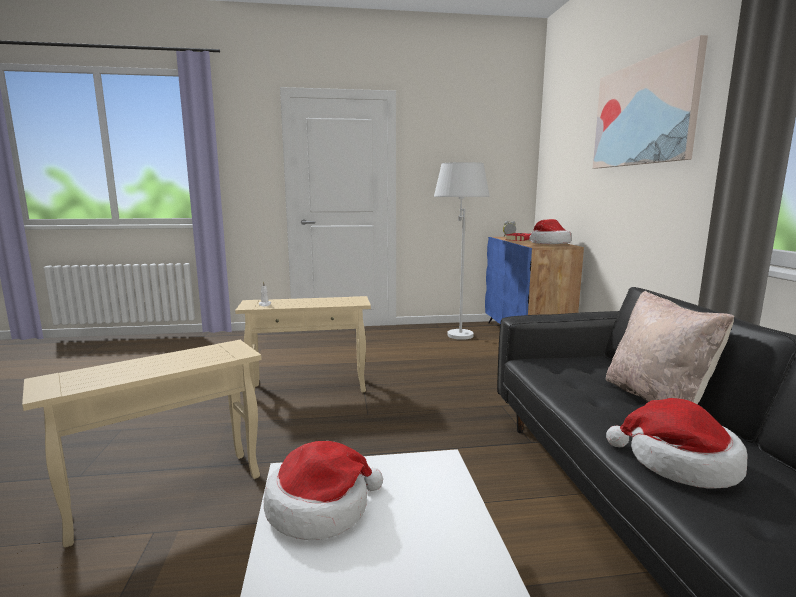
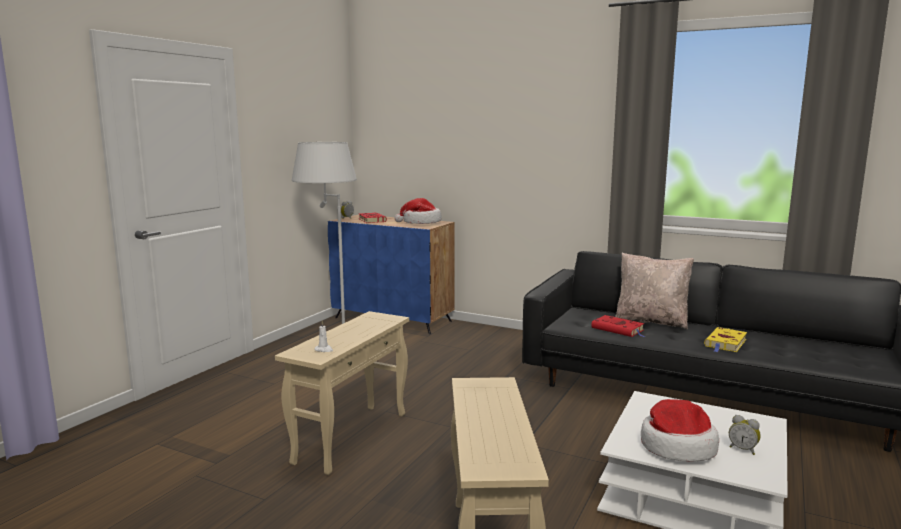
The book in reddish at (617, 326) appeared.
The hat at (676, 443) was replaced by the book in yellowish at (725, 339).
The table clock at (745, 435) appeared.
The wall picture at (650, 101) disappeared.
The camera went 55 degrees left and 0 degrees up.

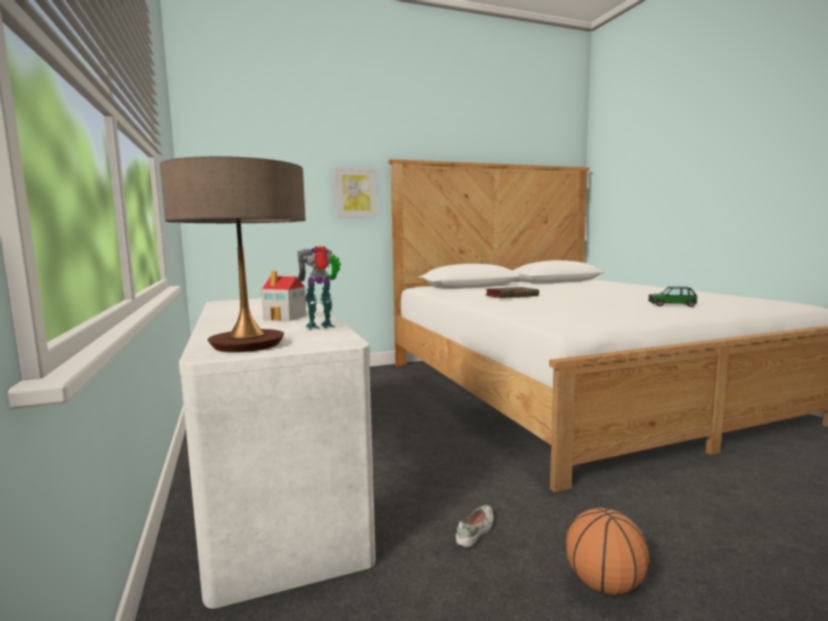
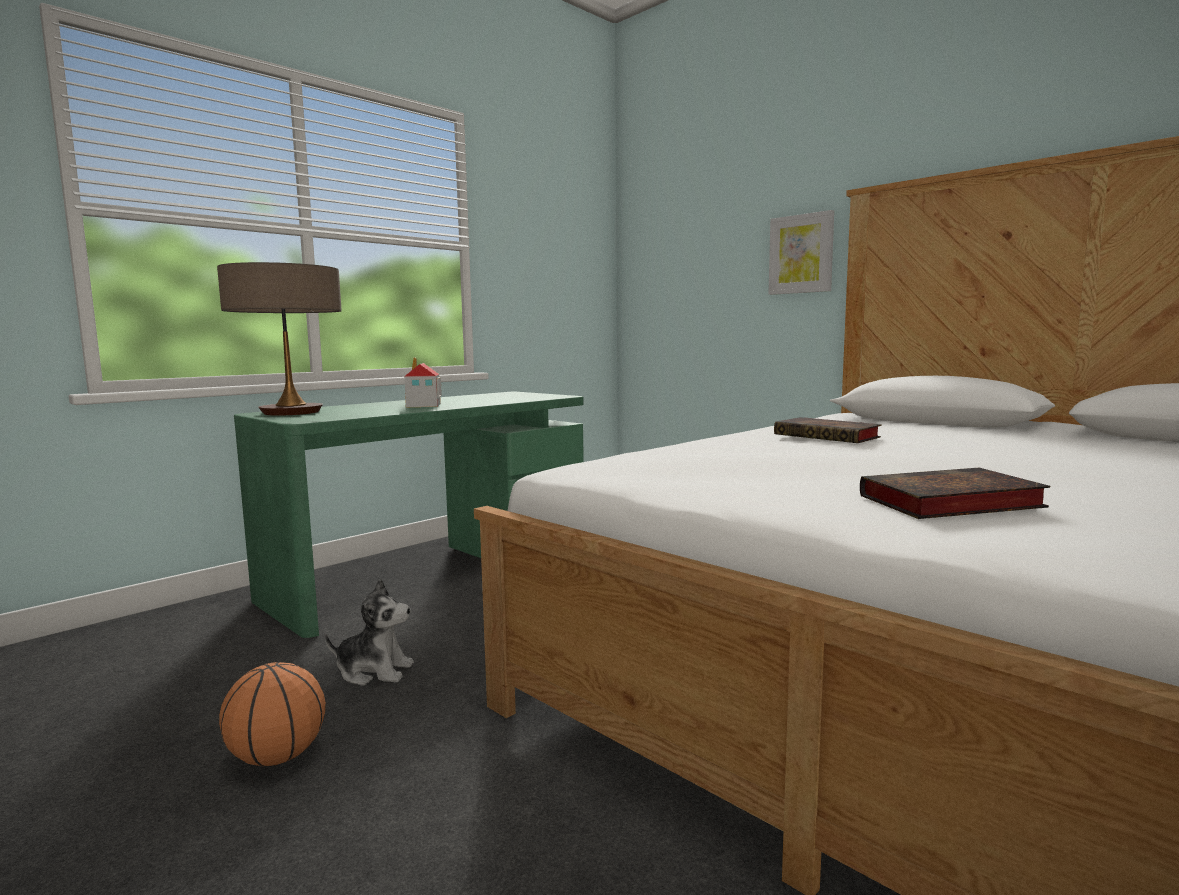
The desk unit in white-coloured at (277, 452) became the desk unit in greenish at (409, 515).
The shoe in white-coloured at (474, 526) was replaced by the plush toy at (369, 632).
The miniature car at (673, 296) was replaced by the book at (955, 493).
The model robot at (319, 288) disappeared.
The camera went 65 degrees right and 0 degrees up.

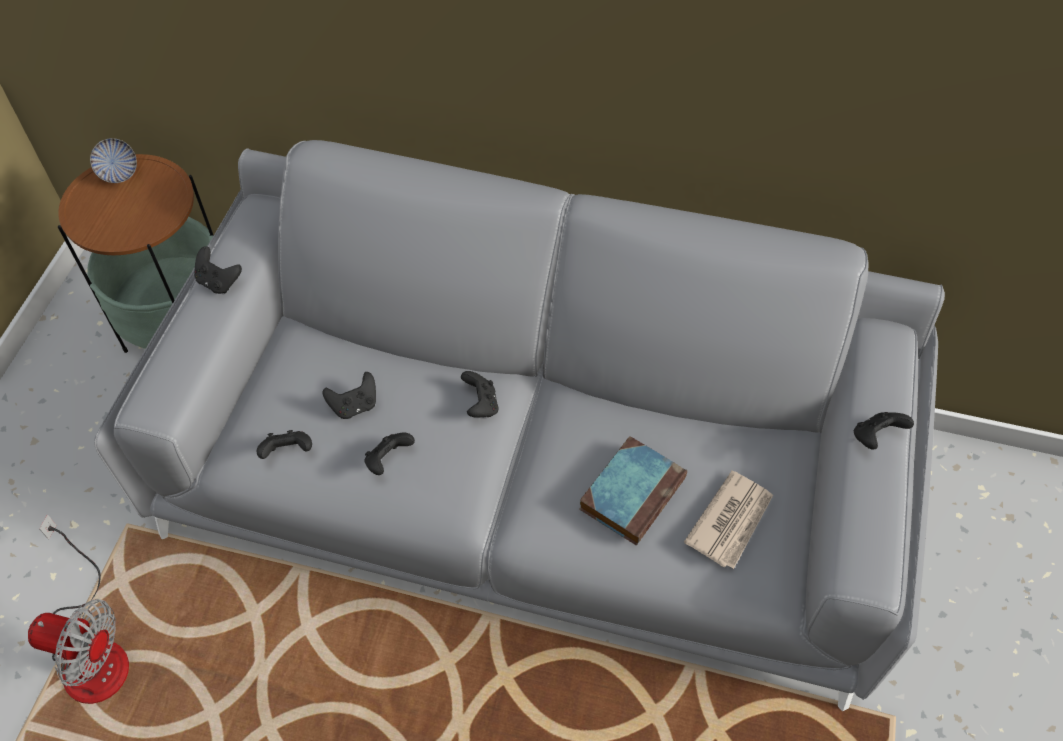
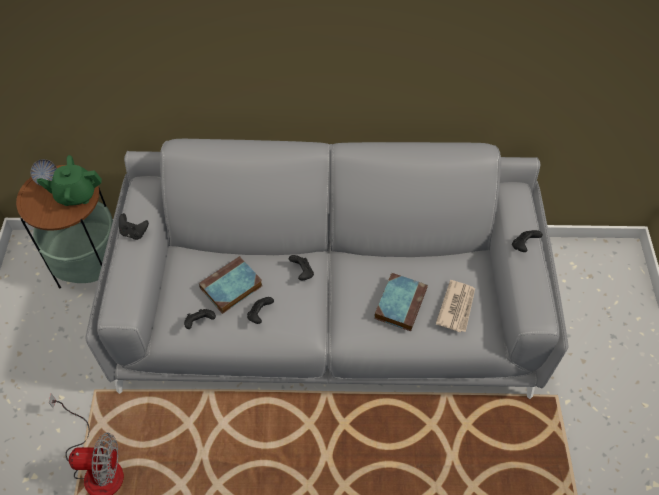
The teapot in greenish at (69, 180) appeared.
The joypad in black-coloured at (349, 395) was replaced by the book at (231, 285).
The camera went 15 degrees left and 0 degrees up.

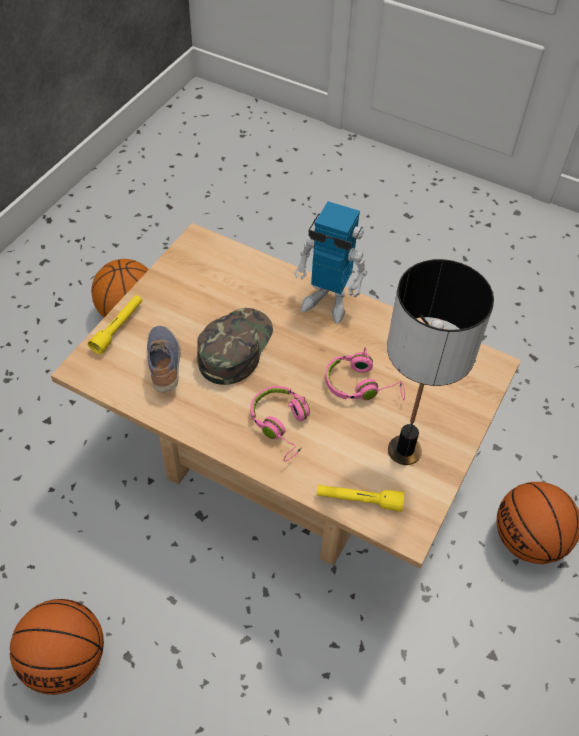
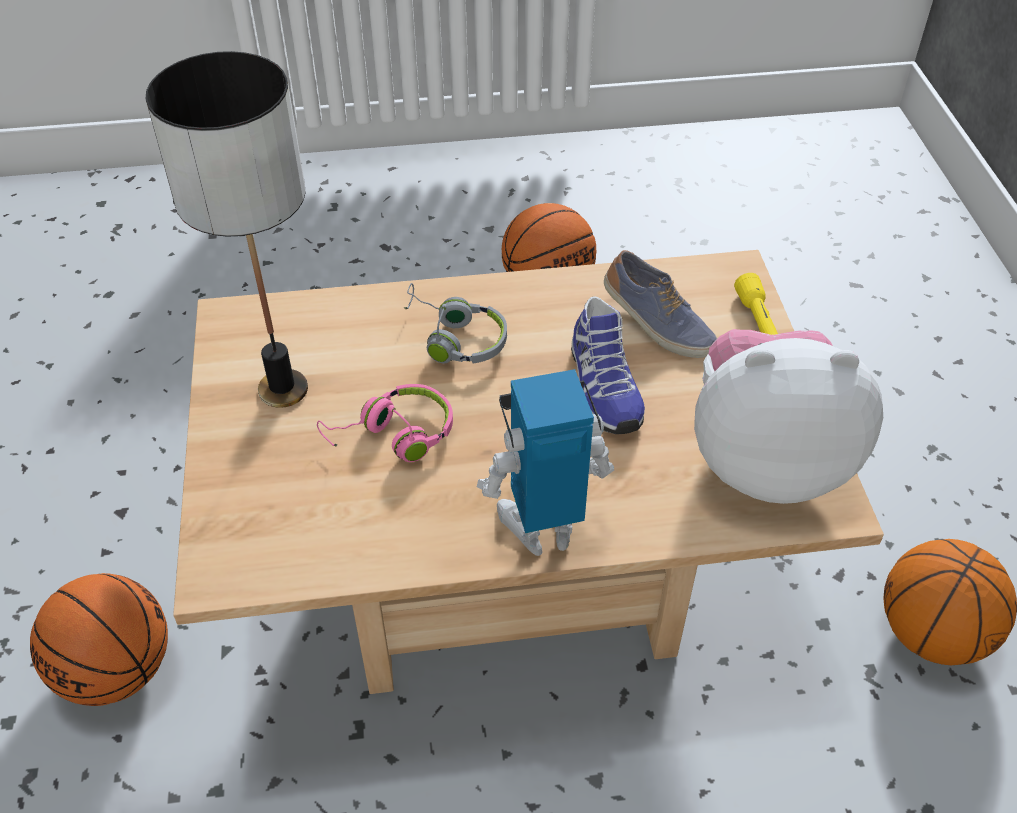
The headphones in pinkish at (280, 424) became the headphones in gray at (455, 323).
The cap in greenish at (235, 346) was replaced by the shoe at (608, 365).
The plush toy at (788, 416) appeared.
The torch in yellowish at (360, 498) disappeared.
The camera went 145 degrees right and 5 degrees down.

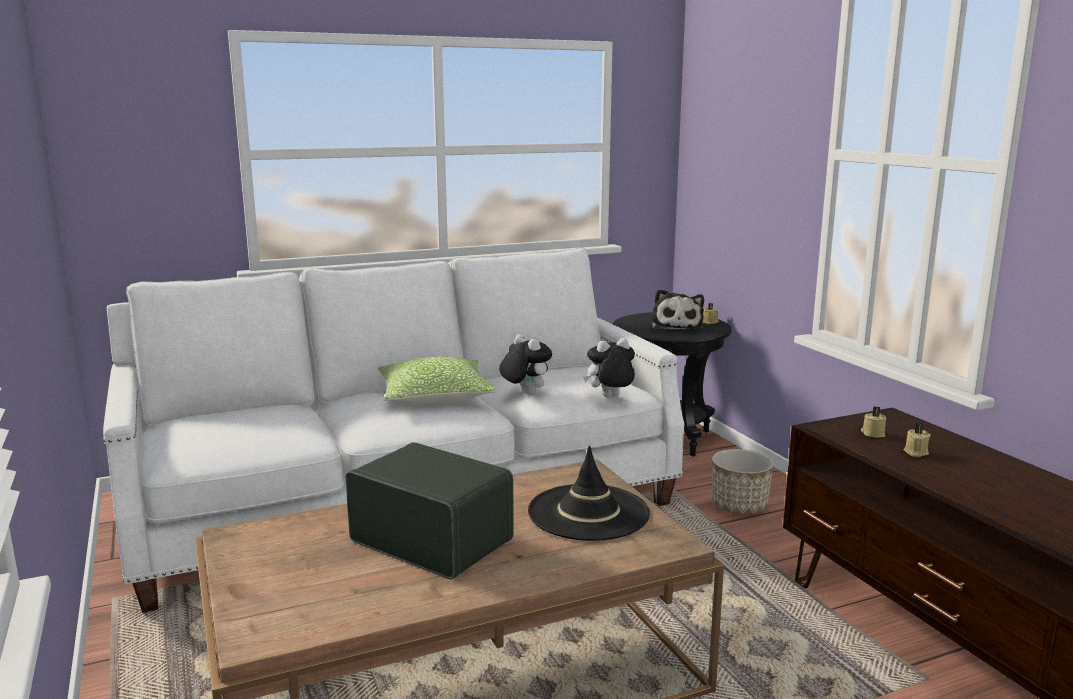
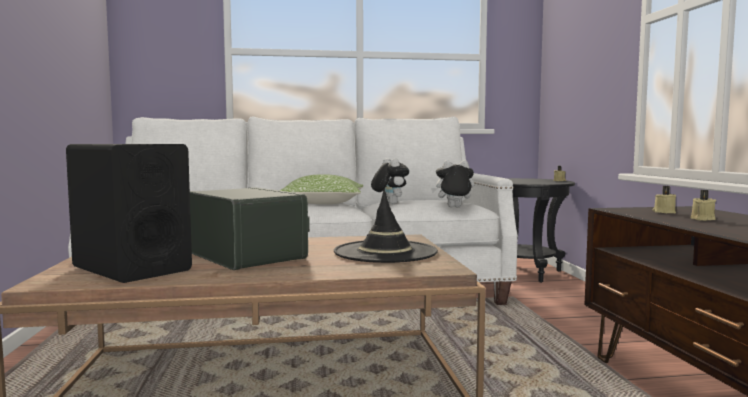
The speaker in black-coloured at (129, 213) appeared.
The plush toy at (678, 309) disappeared.
The planter at (743, 481) disappeared.
The camera went 15 degrees right and 10 degrees down.

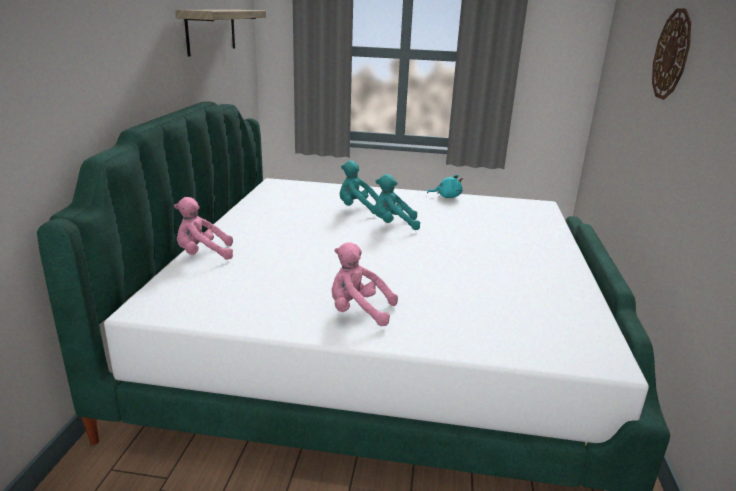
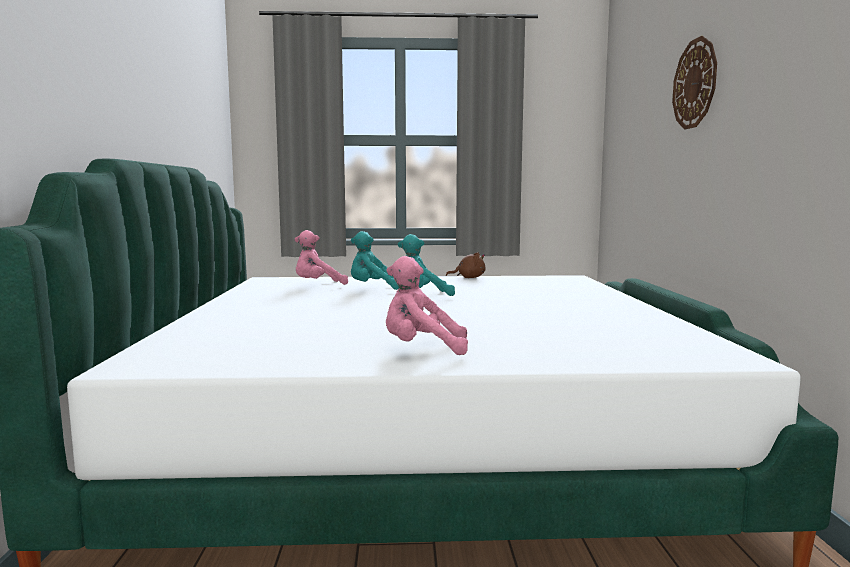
The plush toy in pinkish moved from (203, 228) to (321, 257).
The plush toy in turquoise-coloured at (445, 186) became the plush toy in brown at (466, 265).
The wall shelf at (221, 33) disappeared.
The camera went 10 degrees left and 15 degrees down.

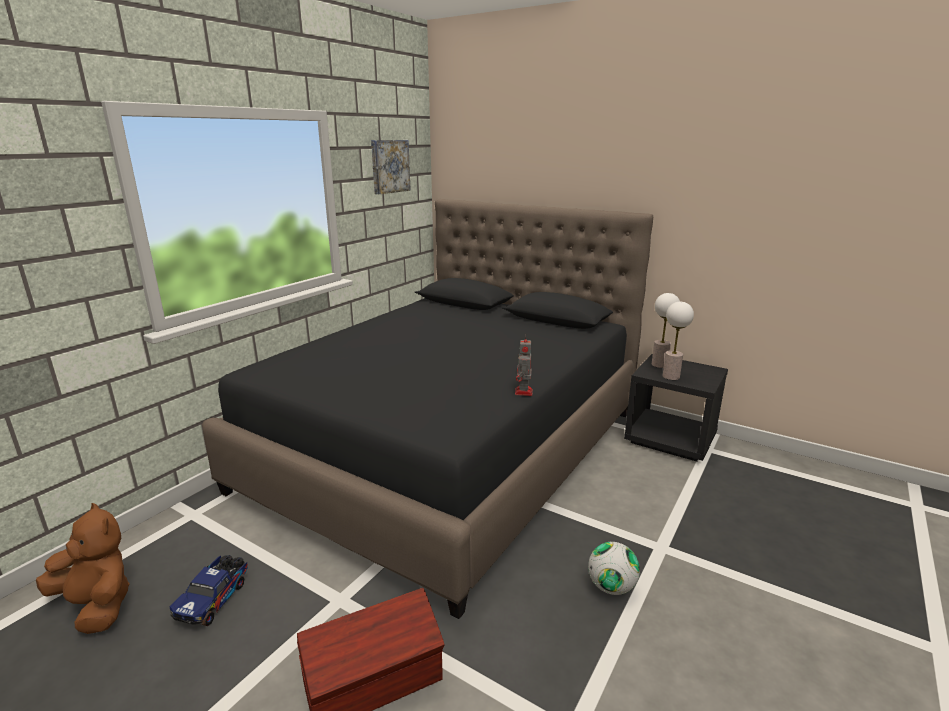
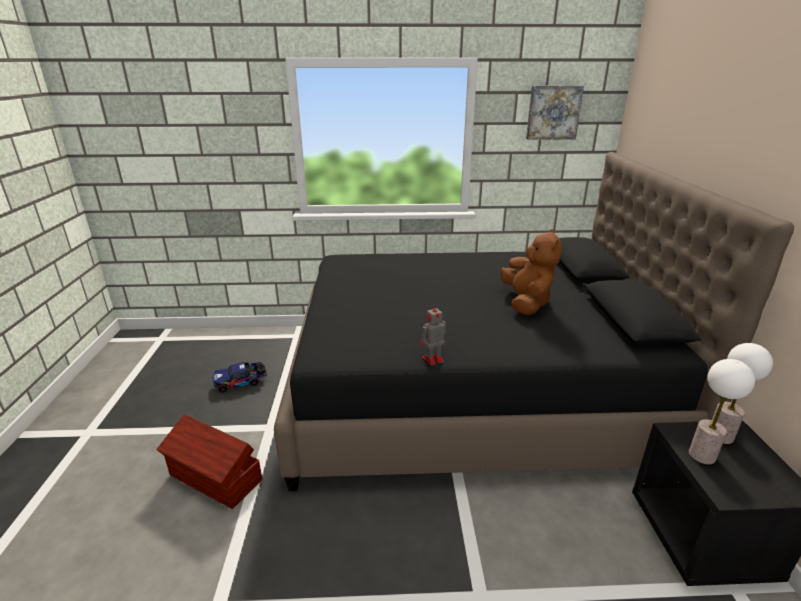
The plush toy in brown moved from (83, 568) to (531, 272).
The ball for football at (614, 568) disappeared.
The camera went 55 degrees right and 5 degrees up.

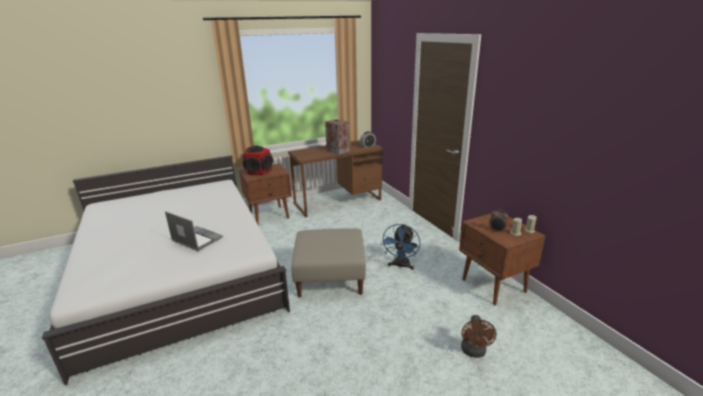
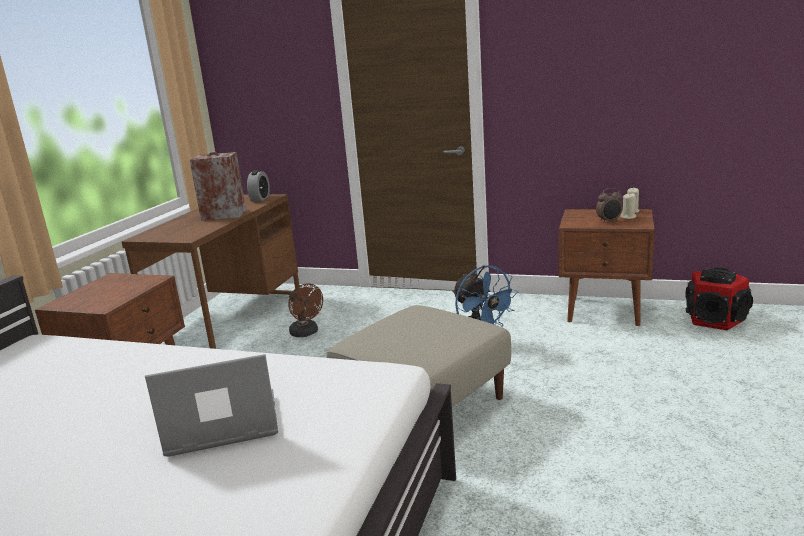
The electric fan in brown moved from (478, 336) to (305, 310).
The speaker moved from (257, 160) to (719, 299).
The camera went 45 degrees left and 5 degrees down.

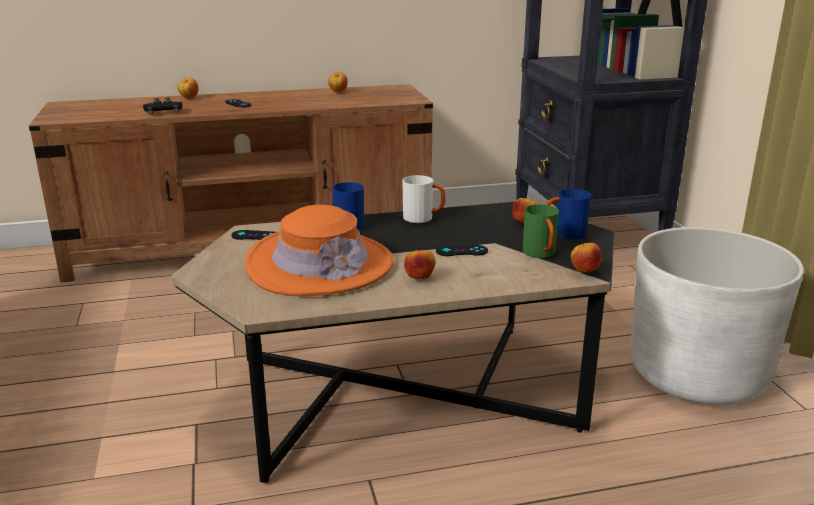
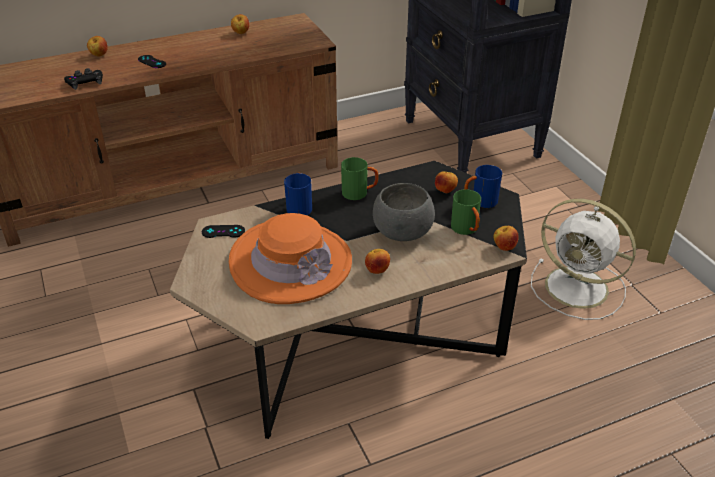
The tea mug in white-coloured at (424, 199) became the tea mug in greenish at (360, 178).
The joypad in black-coloured at (462, 250) was replaced by the deep dish in gray at (404, 212).
The planter in white-coloured at (717, 316) was replaced by the electric fan in white-coloured at (583, 259).
The camera went 10 degrees left and 15 degrees up.

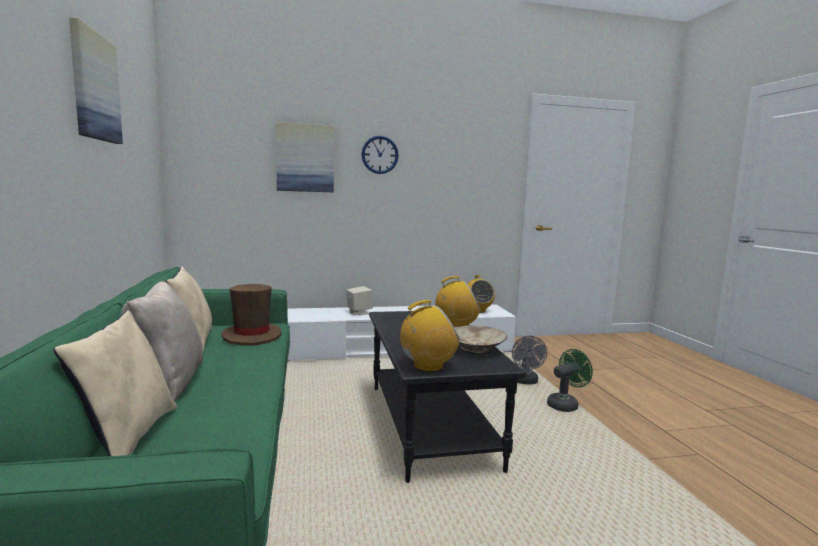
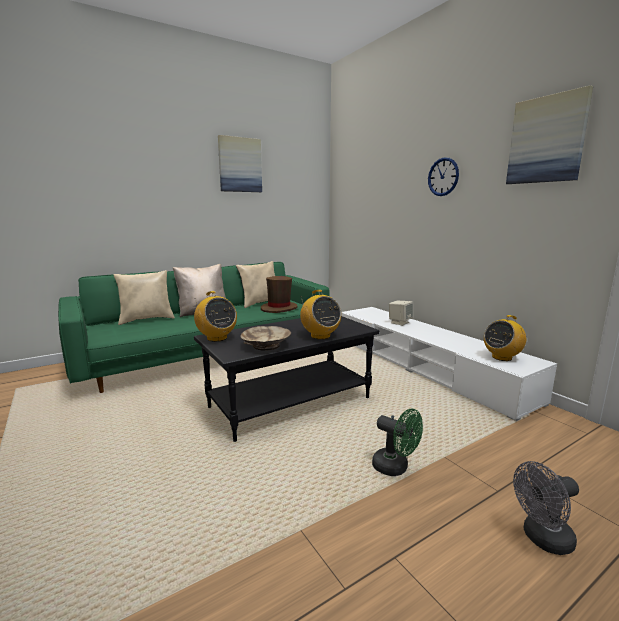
The wall picture moved from (305, 157) to (549, 134).
The electric fan in gray moved from (529, 360) to (546, 508).
The camera went 70 degrees right and 5 degrees up.

